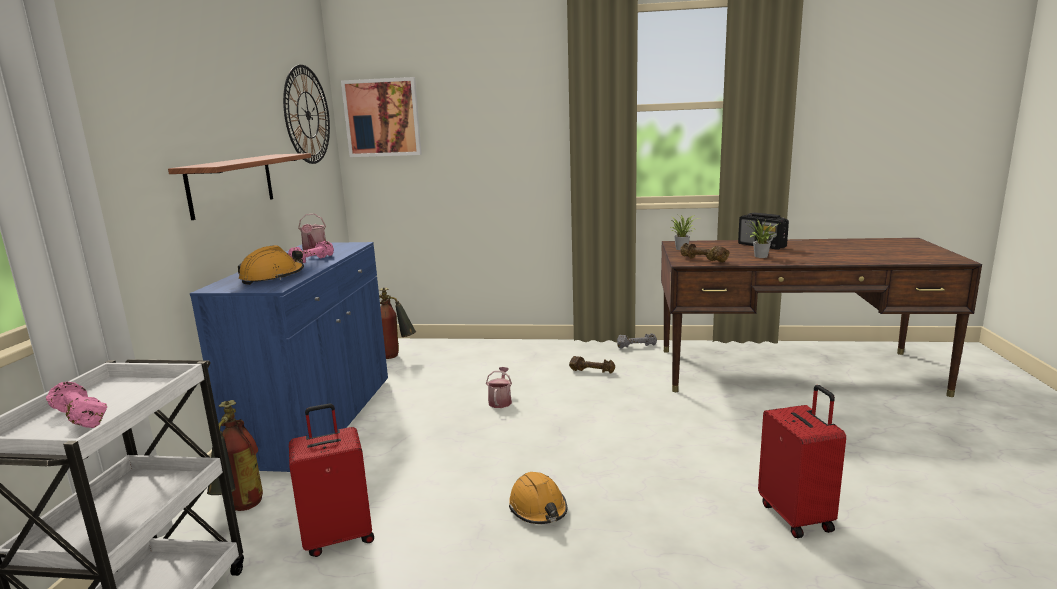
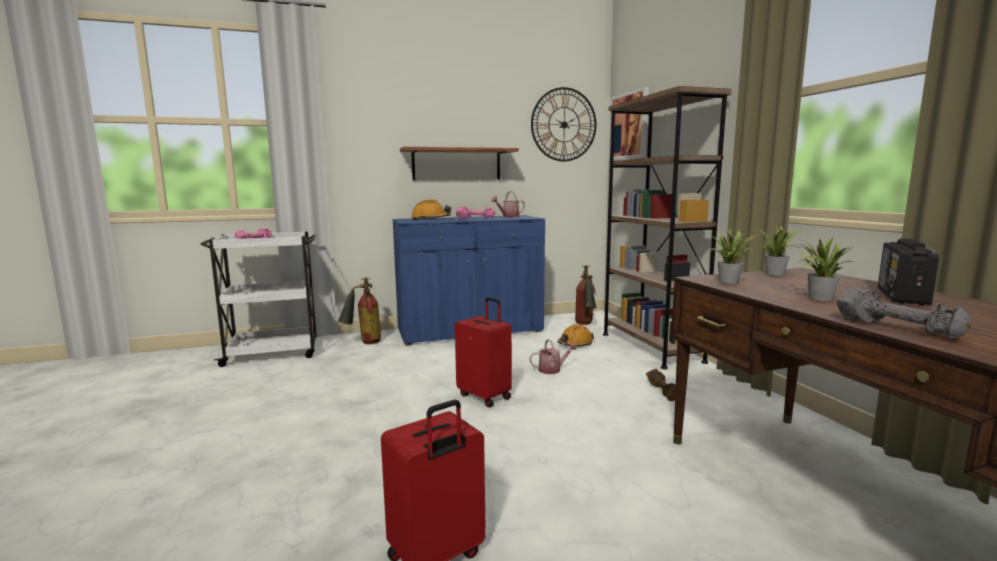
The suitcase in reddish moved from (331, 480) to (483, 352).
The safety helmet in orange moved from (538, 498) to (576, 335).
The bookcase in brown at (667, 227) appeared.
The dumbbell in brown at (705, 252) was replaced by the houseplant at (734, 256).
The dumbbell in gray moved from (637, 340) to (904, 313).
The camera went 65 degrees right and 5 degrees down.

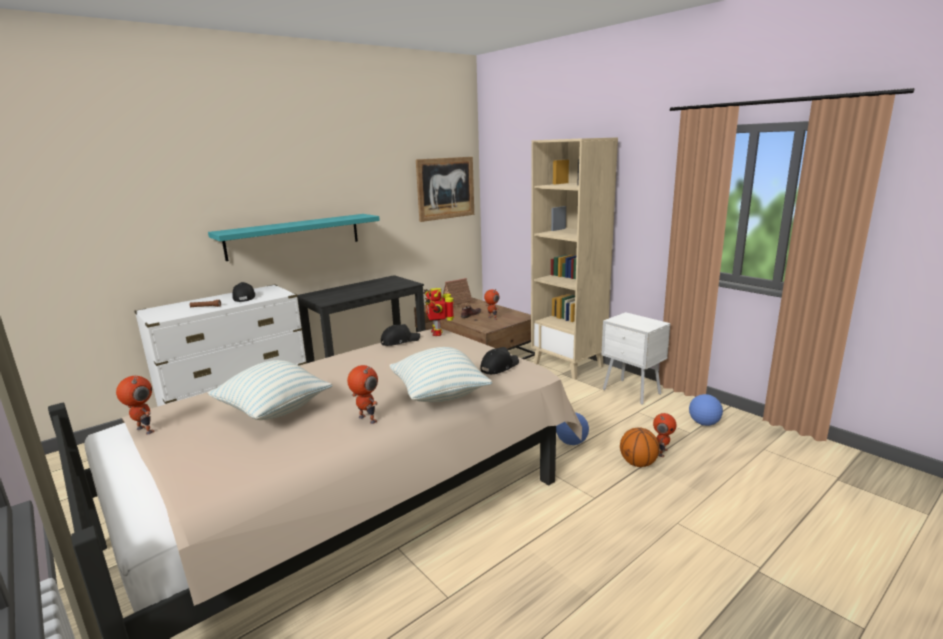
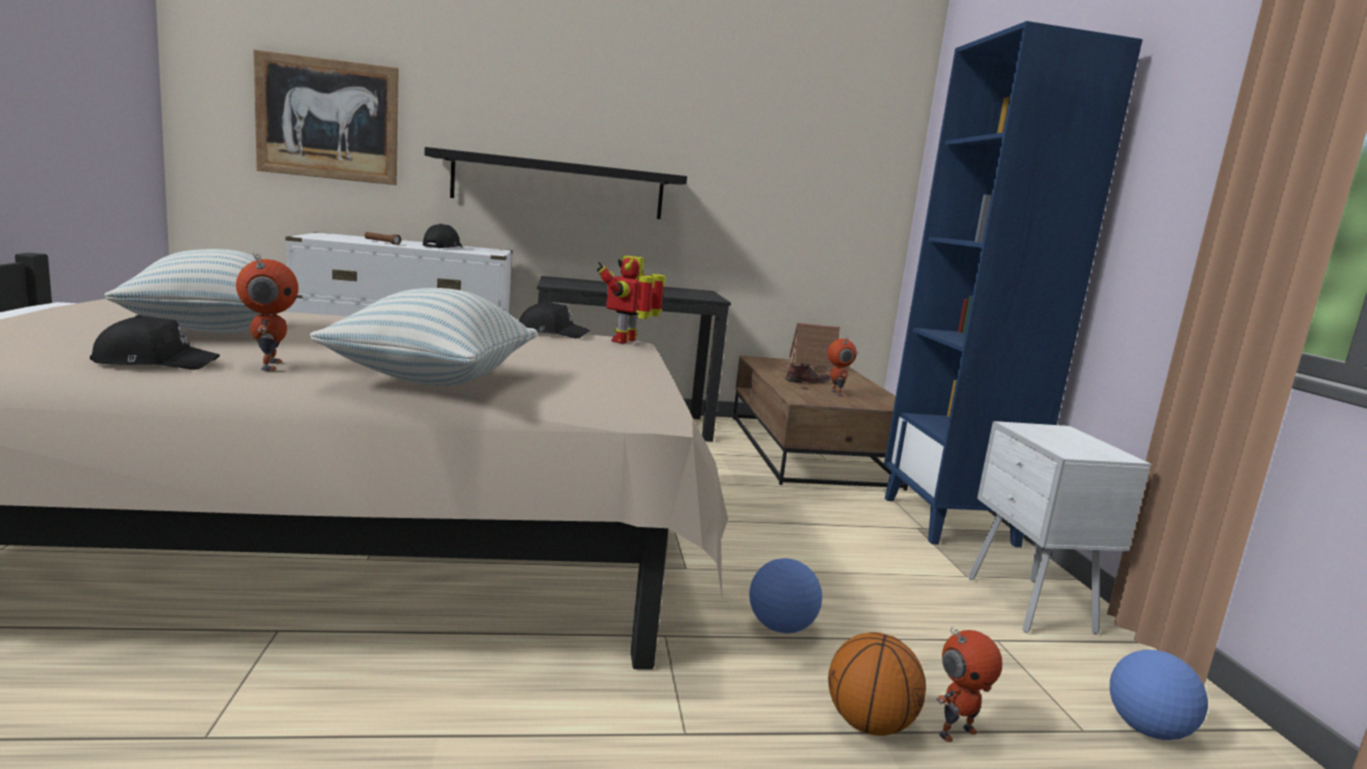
The cap in black-coloured moved from (499, 360) to (155, 342).
The wall picture moved from (445, 189) to (326, 117).
The wall shelf in turquoise-coloured at (294, 237) became the wall shelf in black-coloured at (555, 183).
The bookcase in beige at (574, 258) became the bookcase in bluish at (1013, 284).
The model robot at (135, 405) disappeared.
The camera went 30 degrees right and 5 degrees down.

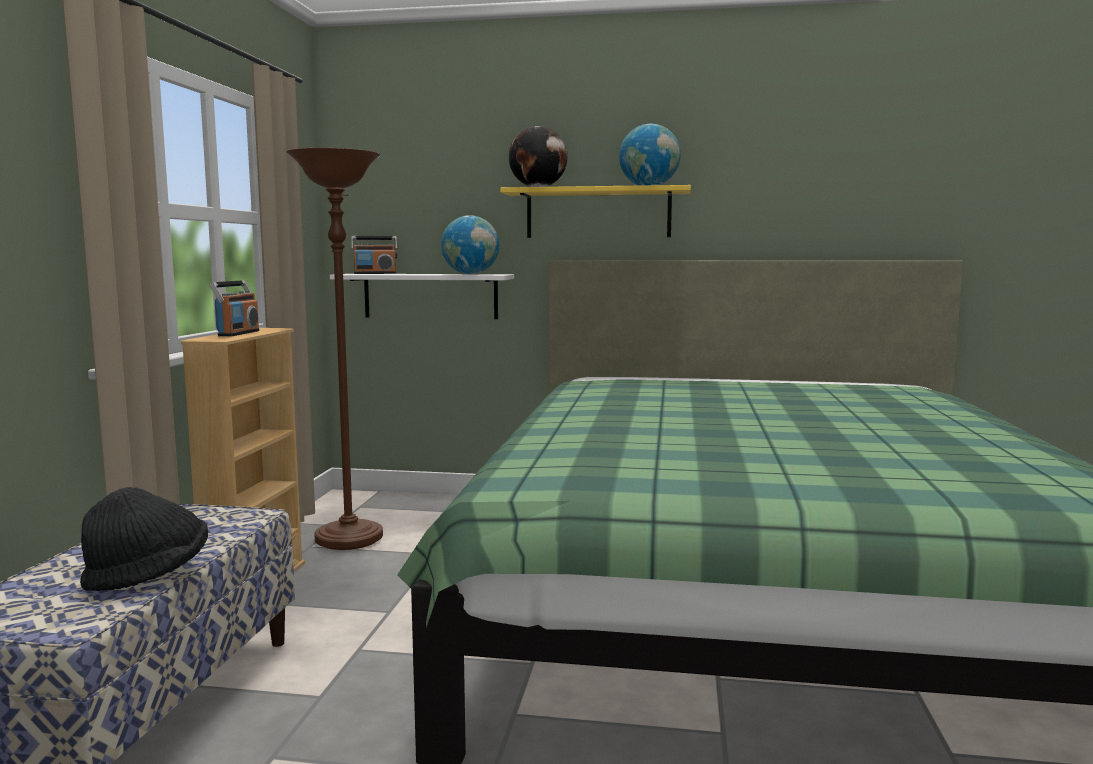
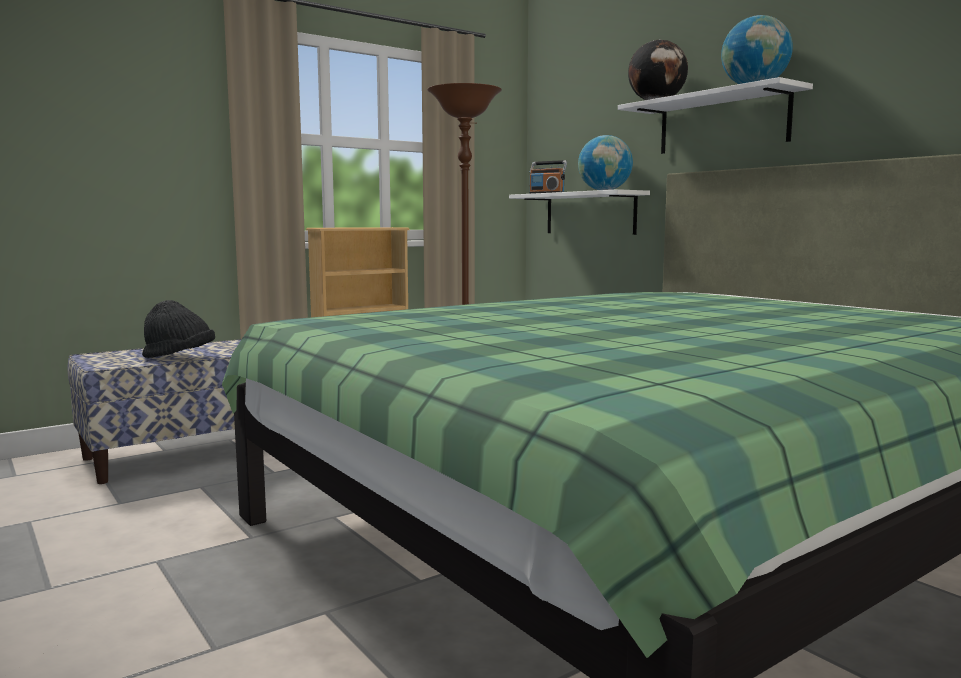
The wall shelf in yellowish at (595, 211) became the wall shelf in white-coloured at (715, 115).
The radio set at (234, 308) disappeared.
The camera went 45 degrees right and 0 degrees up.

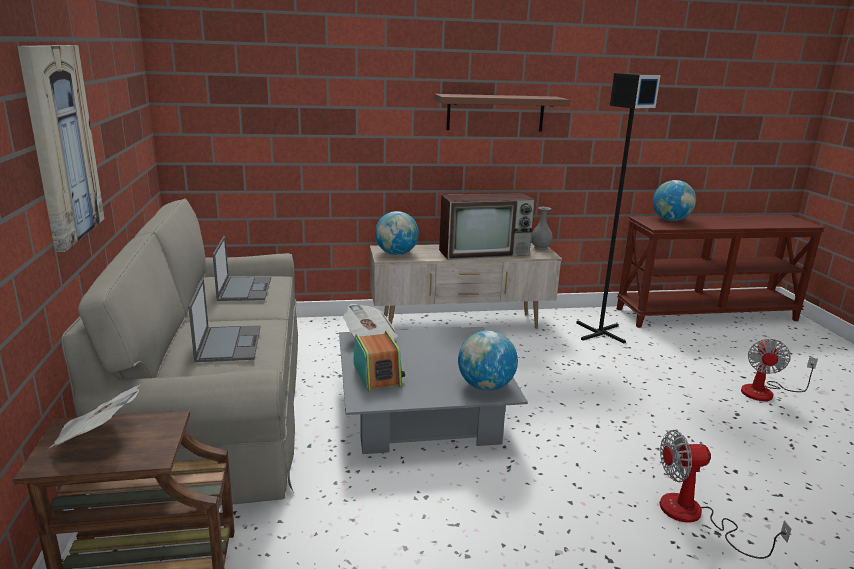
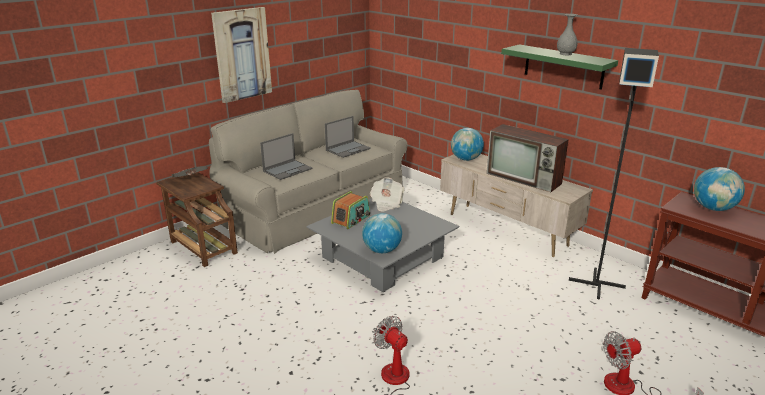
The wall shelf in brown at (502, 112) became the wall shelf in greenish at (559, 67).
The vase in gray moved from (541, 228) to (567, 34).
The camera went 55 degrees right and 5 degrees up.

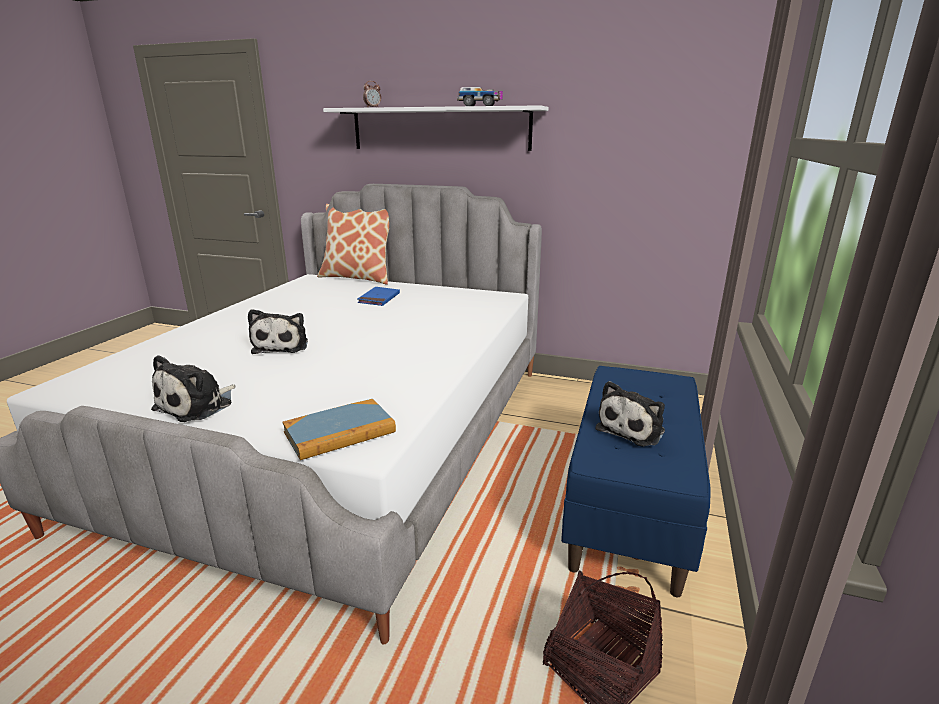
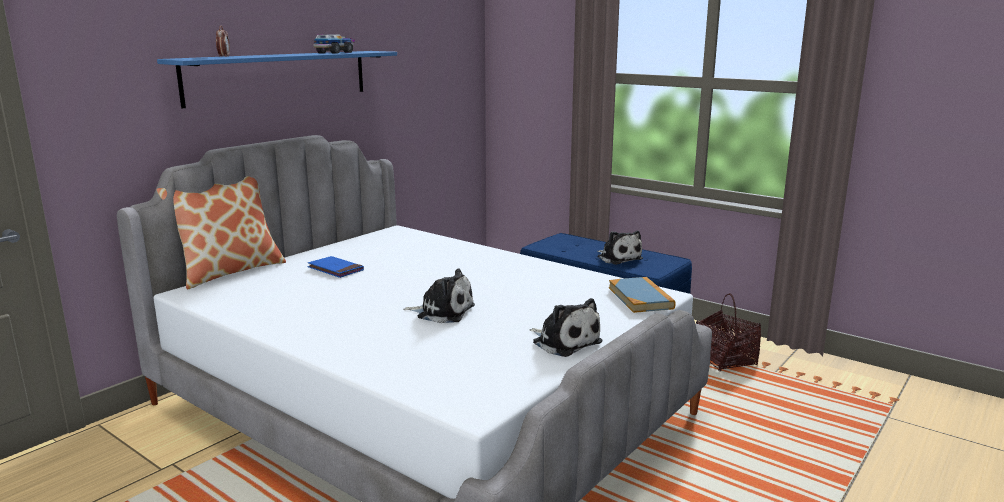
The wall shelf in white-coloured at (436, 128) became the wall shelf in bluish at (277, 79).
The camera went 70 degrees left and 5 degrees down.

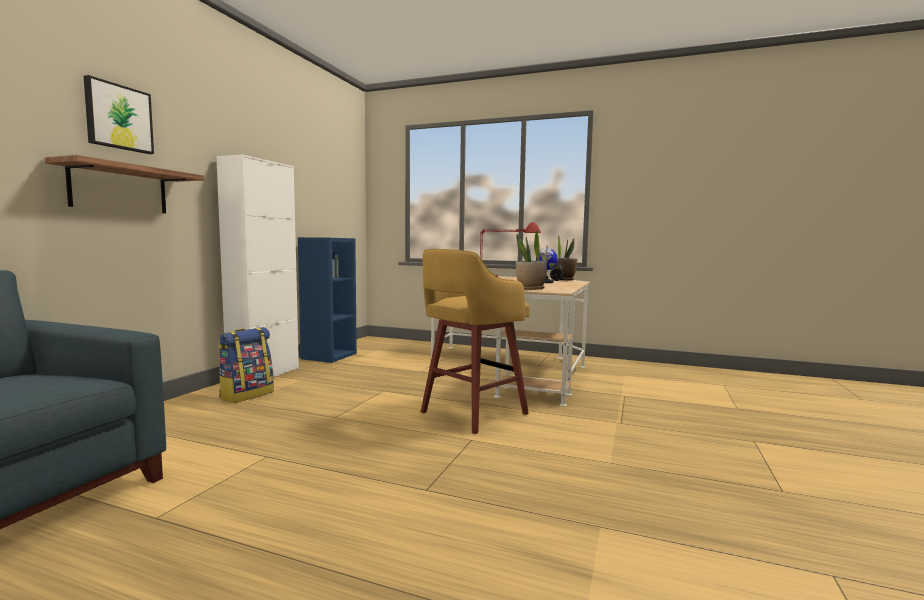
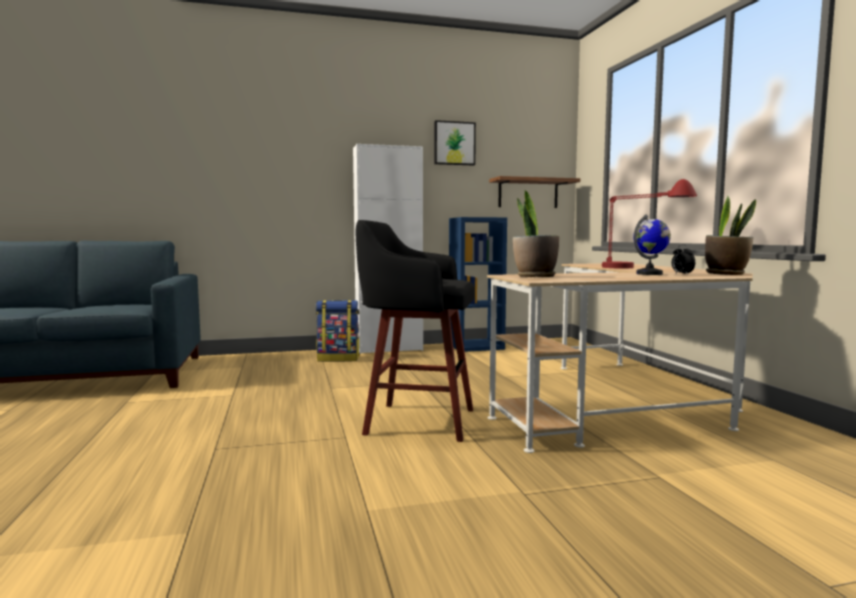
The stool seat in yellowish at (475, 341) became the stool seat in black-coloured at (415, 331).
The wall picture moved from (119, 114) to (455, 142).
The wall shelf moved from (124, 184) to (534, 192).
The camera went 55 degrees right and 0 degrees up.

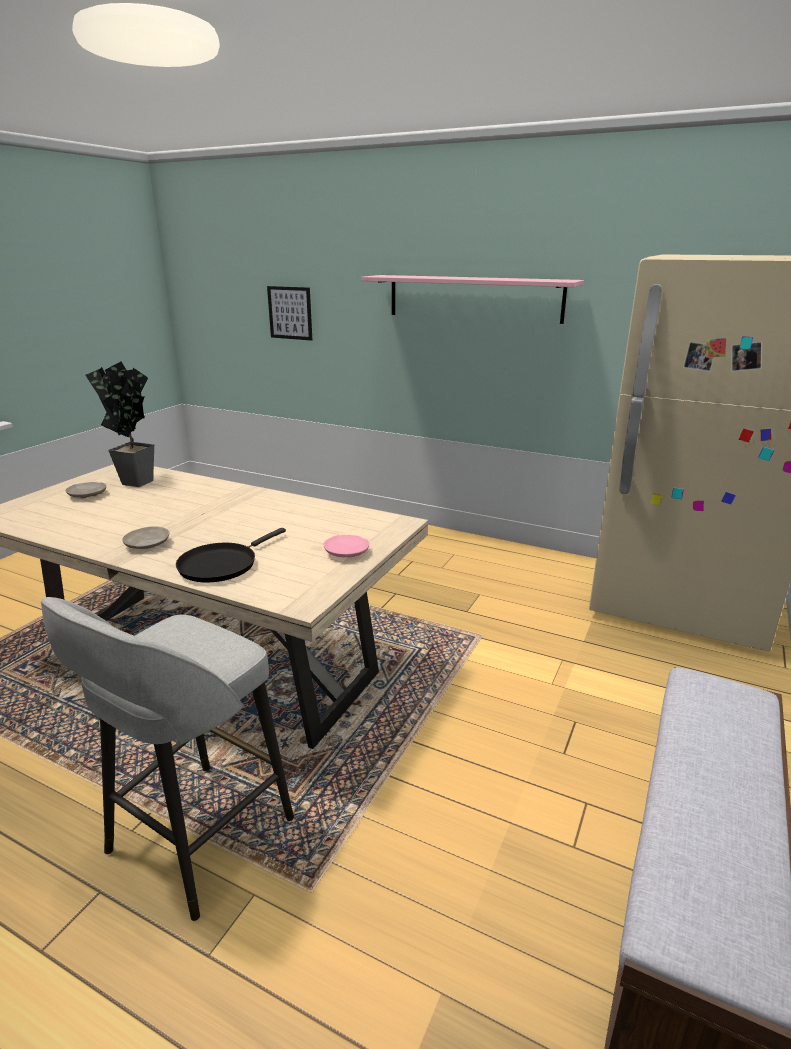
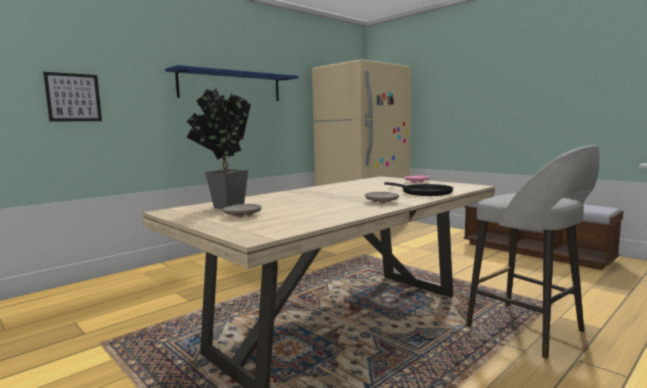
The wall shelf in pinkish at (472, 299) became the wall shelf in bluish at (232, 83).
The camera went 70 degrees left and 15 degrees down.

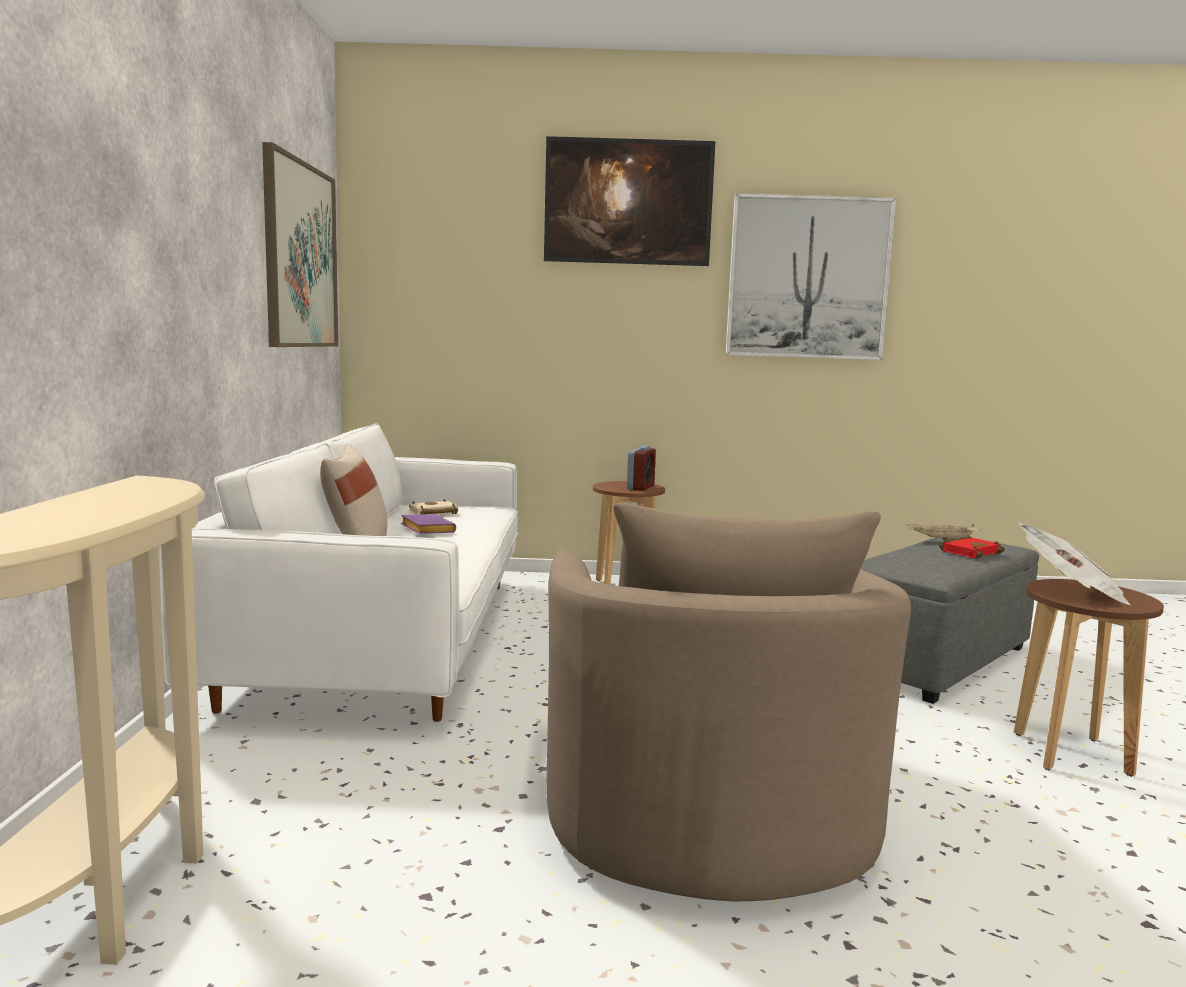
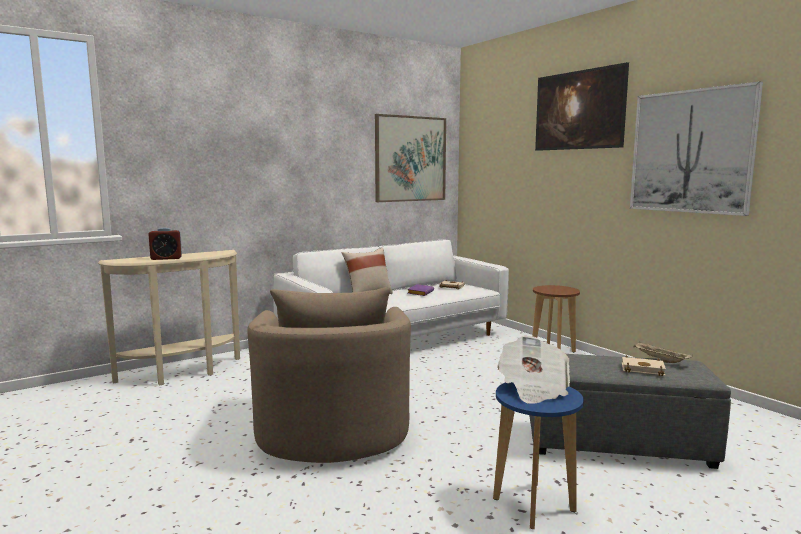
The table clock moved from (641, 468) to (165, 244).
The armchair in beige at (728, 702) turned 60 degrees counterclockwise.
The stool seat in brown at (1088, 678) became the stool seat in bluish at (538, 455).
The book in reddish at (972, 547) became the book in beige at (644, 365).
The camera went 55 degrees right and 0 degrees up.

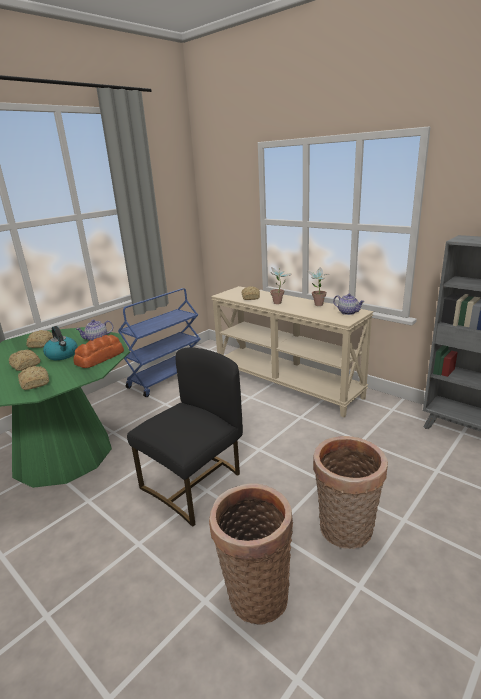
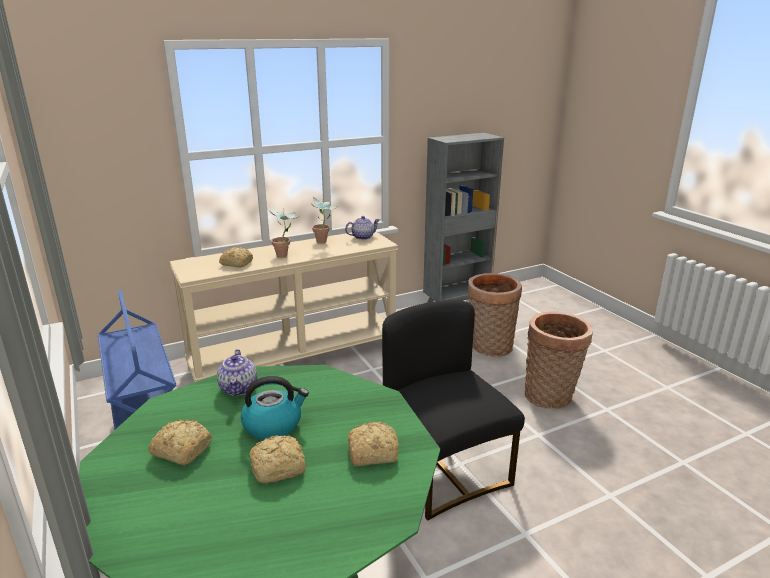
The household basket moved from (251, 554) to (494, 315).
The baked bread at (99, 351) disappeared.
The camera went 70 degrees left and 0 degrees up.

